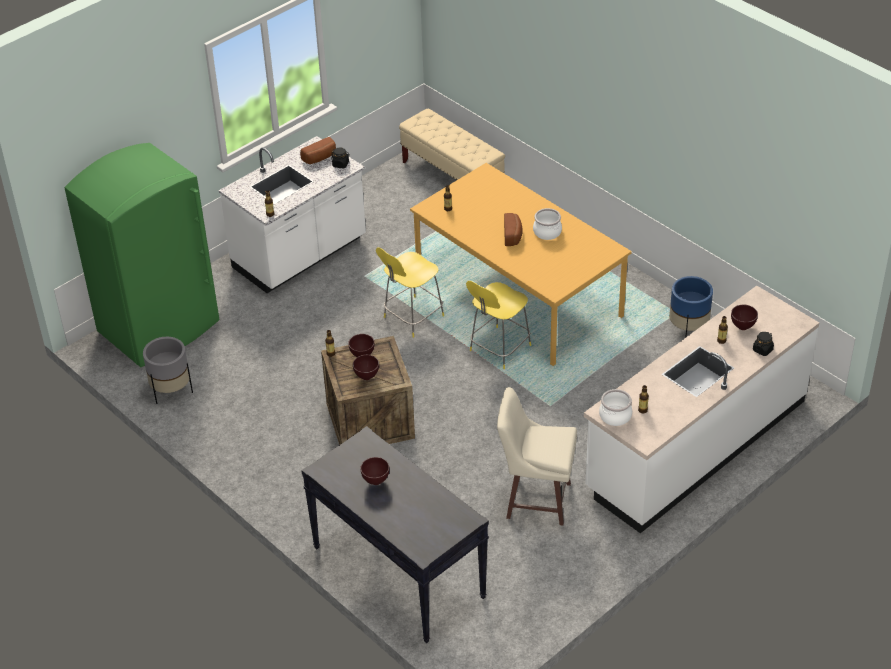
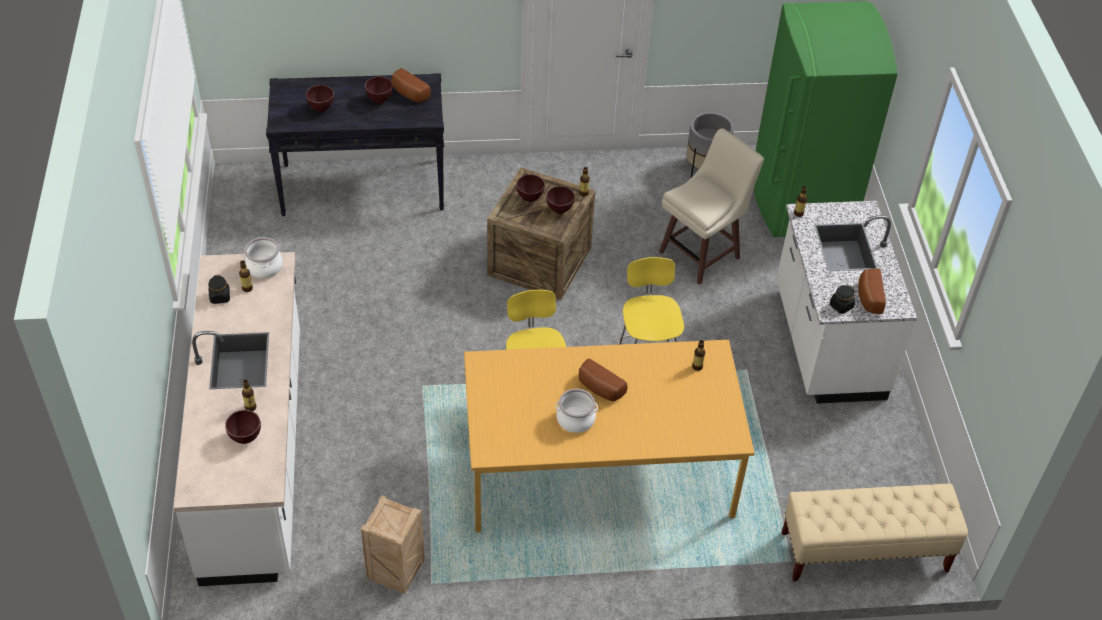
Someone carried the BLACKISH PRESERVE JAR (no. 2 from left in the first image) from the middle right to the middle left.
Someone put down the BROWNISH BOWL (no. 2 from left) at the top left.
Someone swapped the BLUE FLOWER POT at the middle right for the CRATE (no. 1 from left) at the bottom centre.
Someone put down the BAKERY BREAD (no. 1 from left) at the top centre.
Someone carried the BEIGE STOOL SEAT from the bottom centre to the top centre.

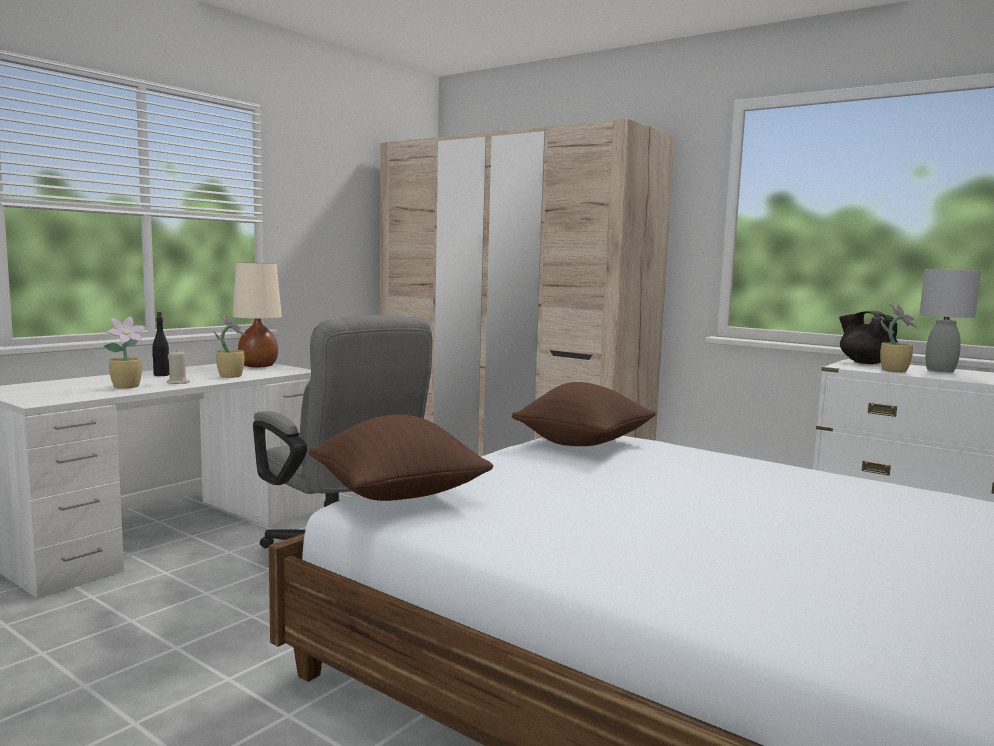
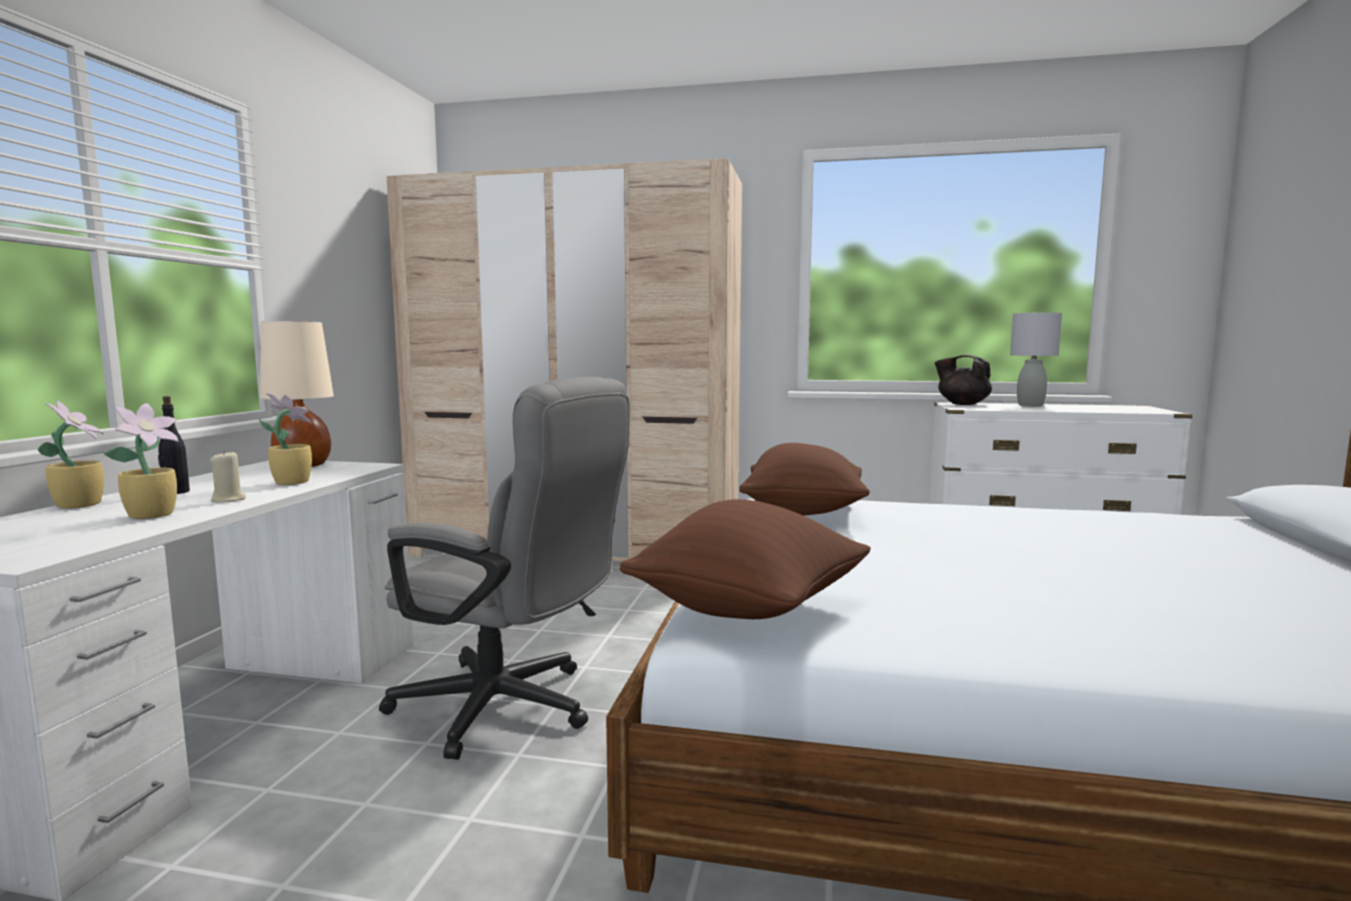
Someone carried the POTTED PLANT (no. 3 from left in the first image) from the middle right to the middle left.

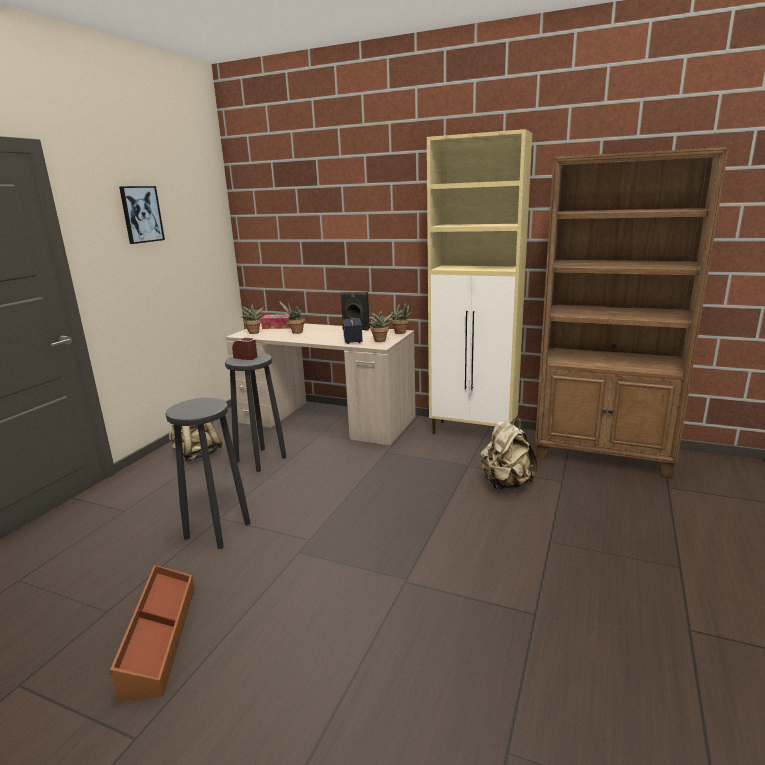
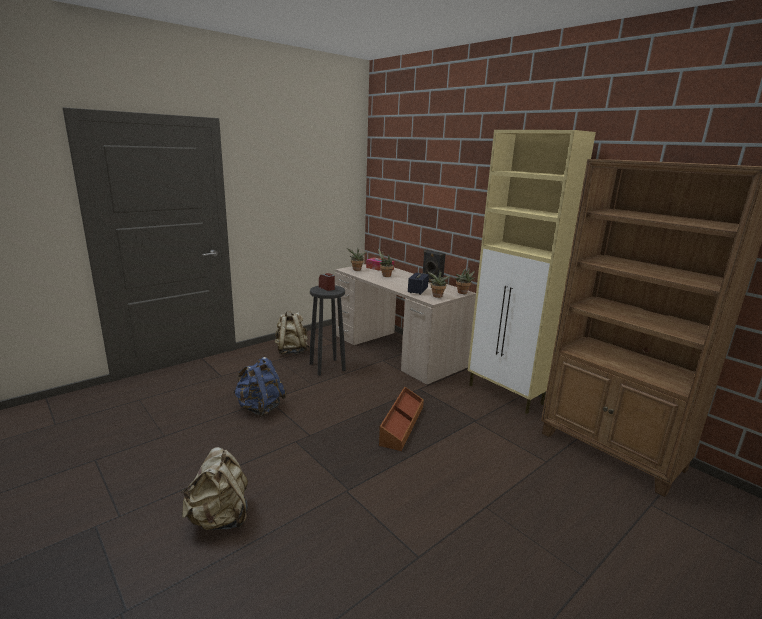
Someone carried the BEIGE RUCKSACK (no. 2 from left in the first image) from the centre to the bottom left.
Someone swapped the BLACKISH STOOL SEAT (no. 1 from left) at the middle left for the BLUE RUCKSACK at the centre.
Someone carried the BROWNISH STORAGE BOX from the bottom left to the bottom centre.
Someone took away the WALL ART at the top left.

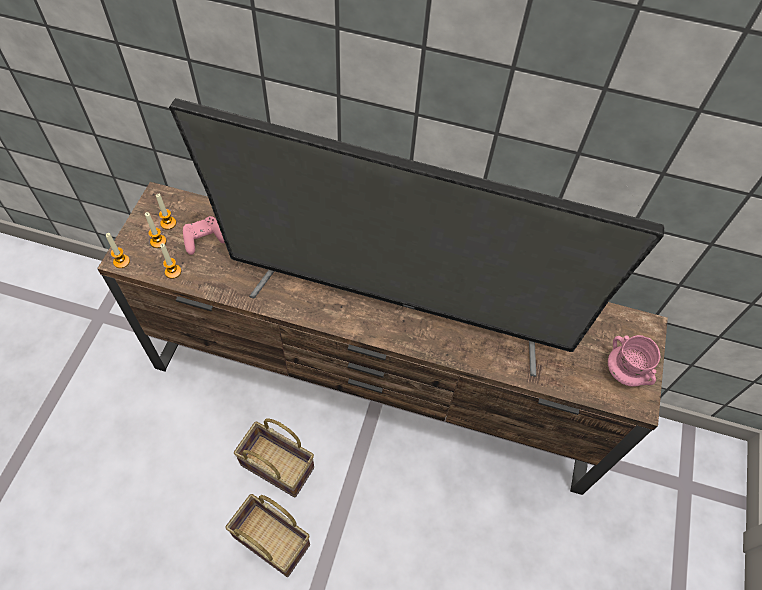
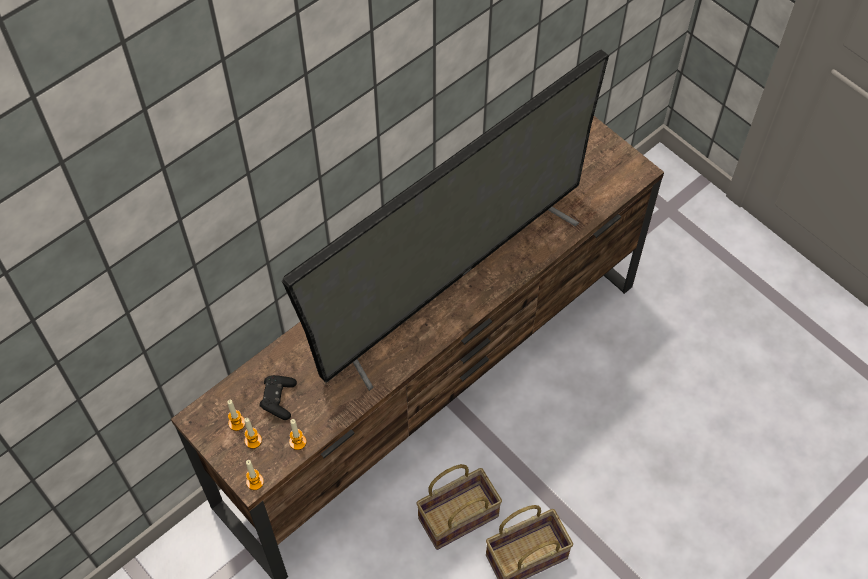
Someone repainted the PINK-COLOURED JOYPAD at the middle left, which became the BLACKISH JOYPAD at the bottom left.
Someone took away the PINK-COLOURED TEA MUG at the middle right.

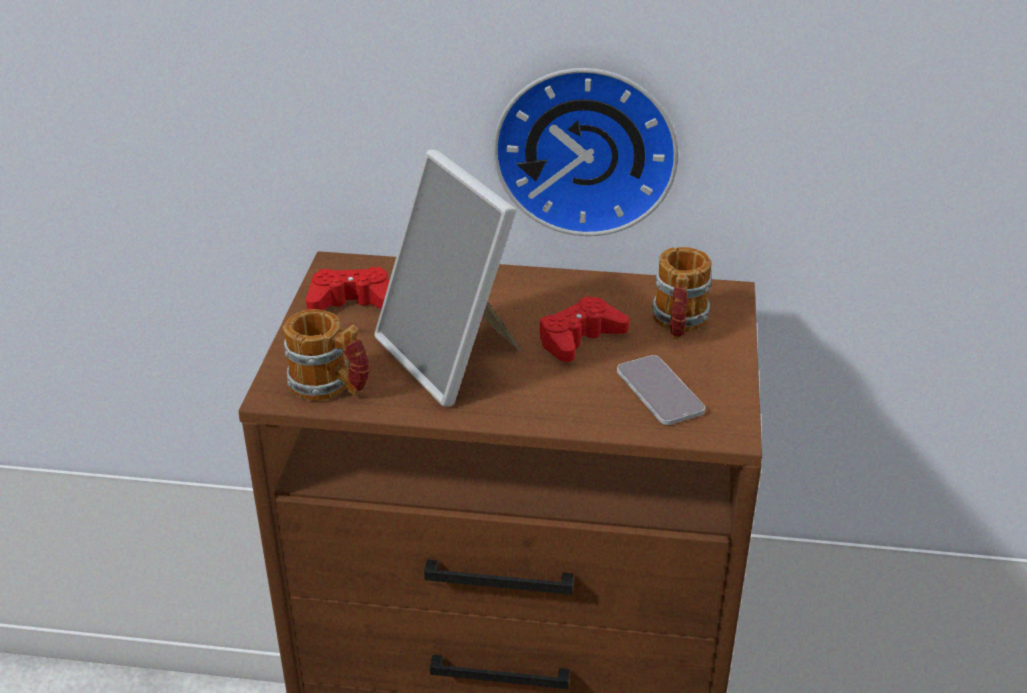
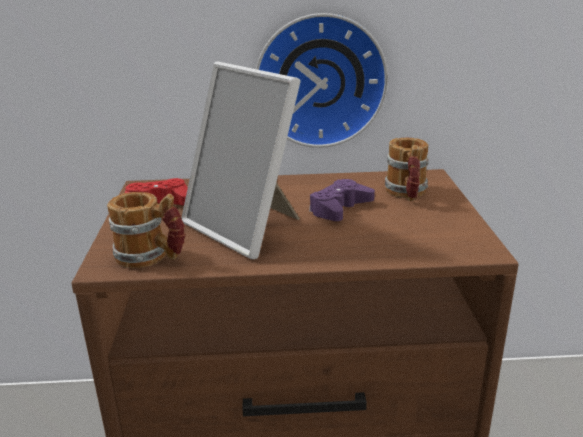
Someone repainted the REDDISH JOYPAD (no. 2 from left) at the centre, which became the PURPLE JOYPAD at the centre.
Someone took away the HANDSET at the centre.

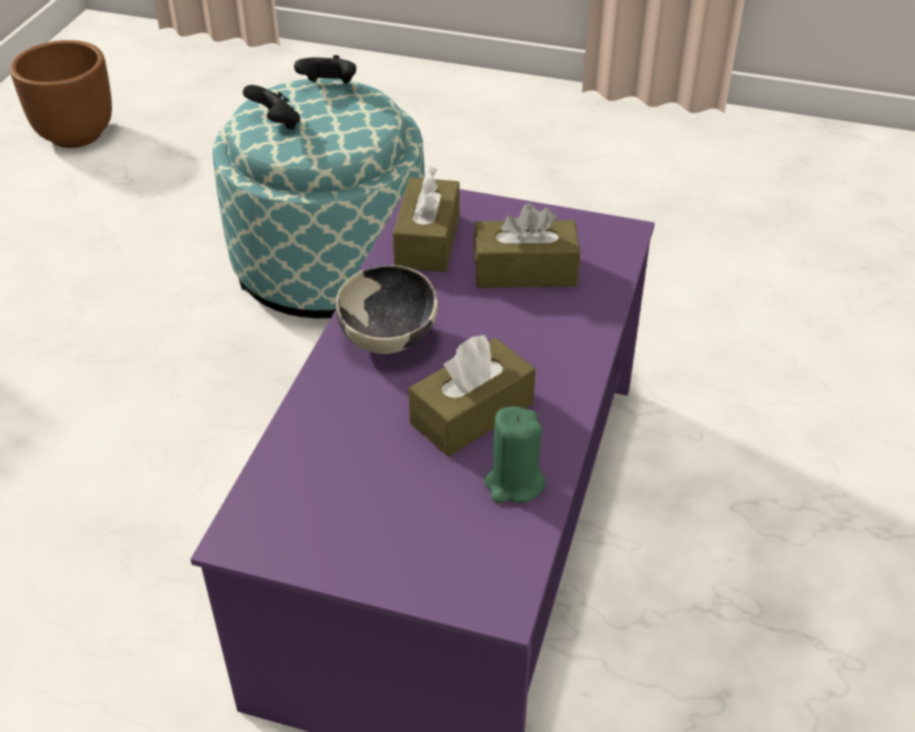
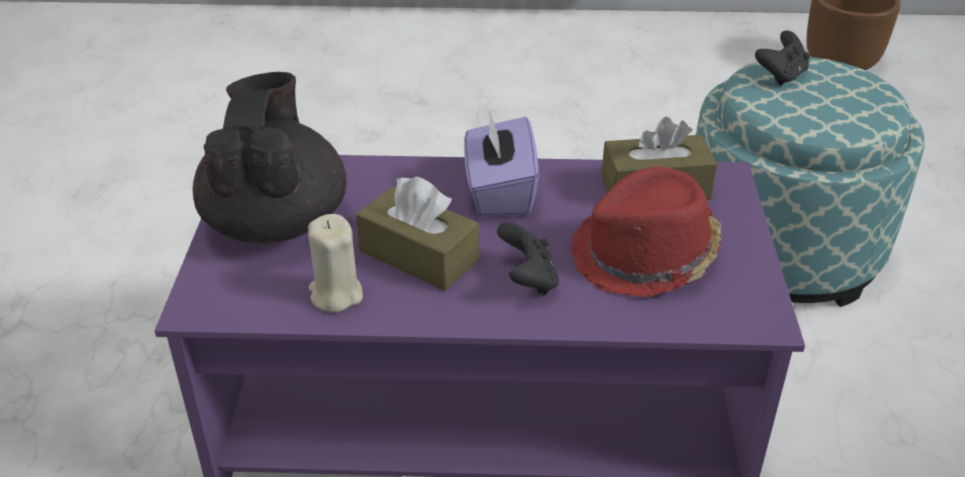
Someone put down the BLACKISH POT FOR TEA at the top left.
Someone repainted the GREENISH WAX CANDLE at the centre, which became the BEIGE WAX CANDLE at the centre.
Someone swapped the BOWL at the centre for the PURPLE TISSUE BOX at the centre.
Someone carried the BLACKISH JOYPAD (no. 2 from left in the first image) from the top centre to the centre.
Someone swapped the BROWNISH TISSUE BOX (no. 3 from left) at the centre for the REDDISH CLOTHING HAT at the middle right.

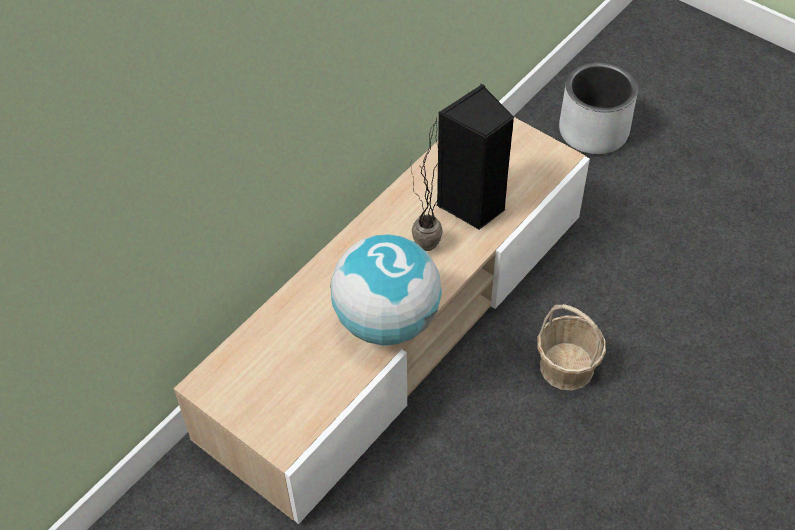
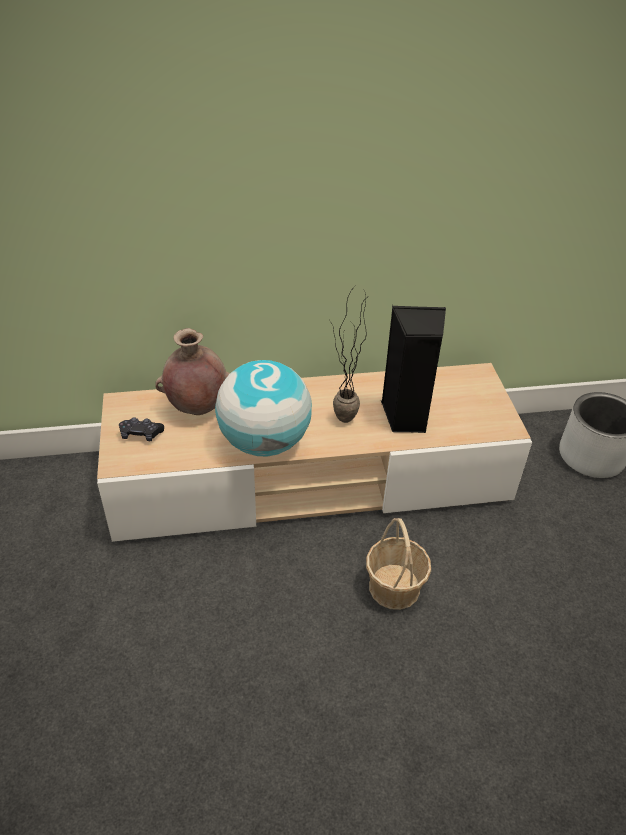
Someone put down the BLACKISH JOYPAD at the middle left.
Someone put down the BROWNISH DECORATIVE VASE at the middle left.

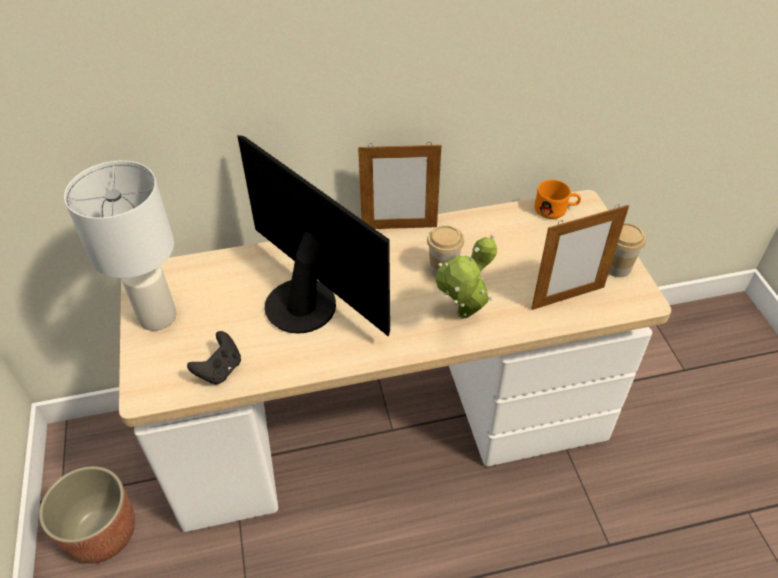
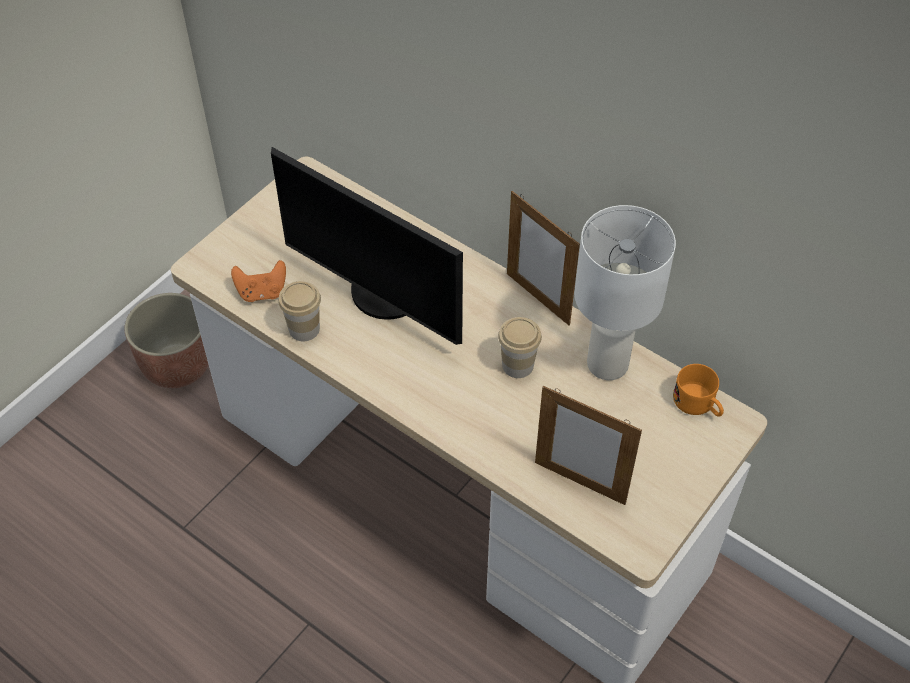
Someone repainted the BLACKISH JOYPAD at the middle left, which became the ORANGEY JOYPAD at the middle left.
Someone rotated the COMPUTER SCREEN at the centre by 120 degrees clockwise.
Someone carried the DRINKING CUP (no. 2 from left in the first image) from the middle right to the middle left.
Someone carried the WHITISH LAMP FOR A TABLE from the middle left to the middle right.
Someone took away the POTTED PLANT at the centre.

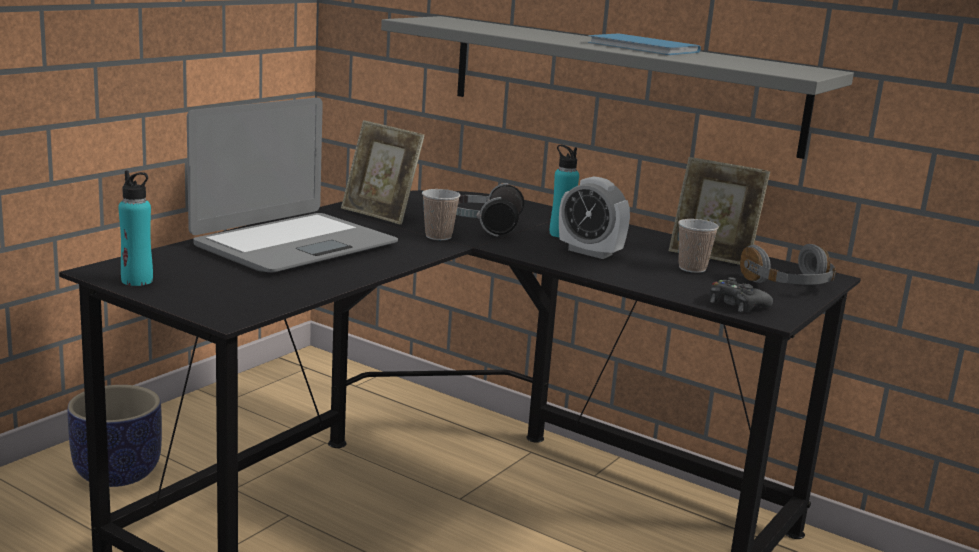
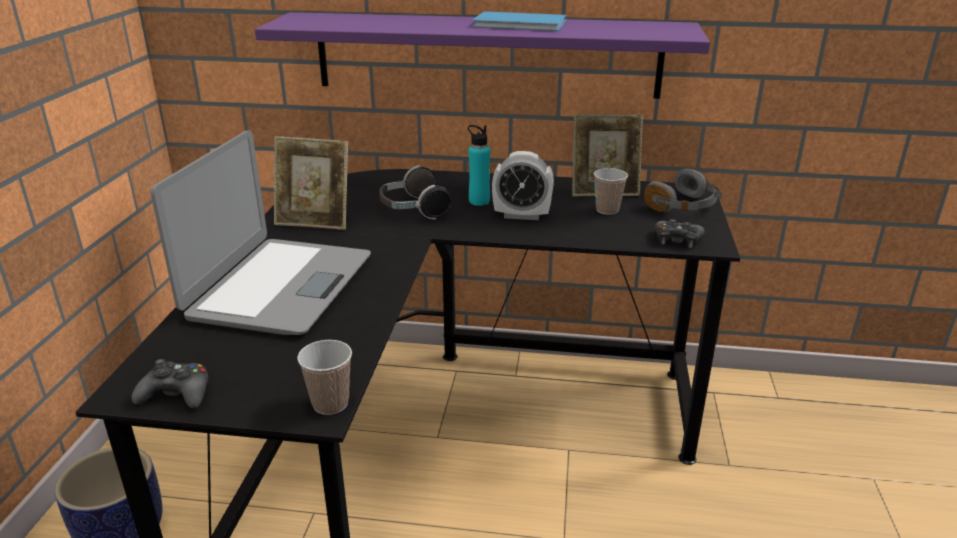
Someone swapped the TURQUOISE-COLOURED BOTTLE (no. 1 from left) at the middle left for the BLACKISH JOYPAD (no. 1 from left) at the bottom left.
Someone repainted the GRAY WALL SHELF at the top centre, which became the PURPLE WALL SHELF at the top centre.
Someone carried the DRINKING CUP (no. 1 from left) from the centre to the bottom centre.

